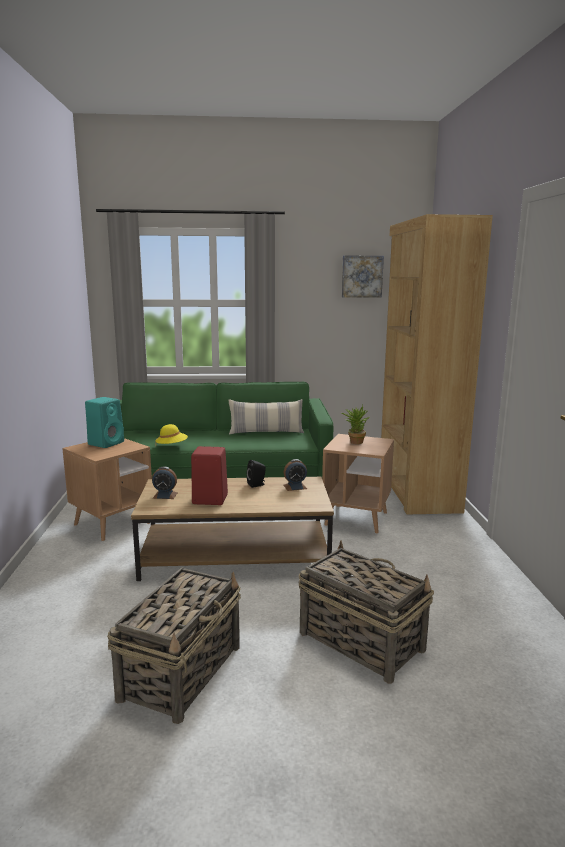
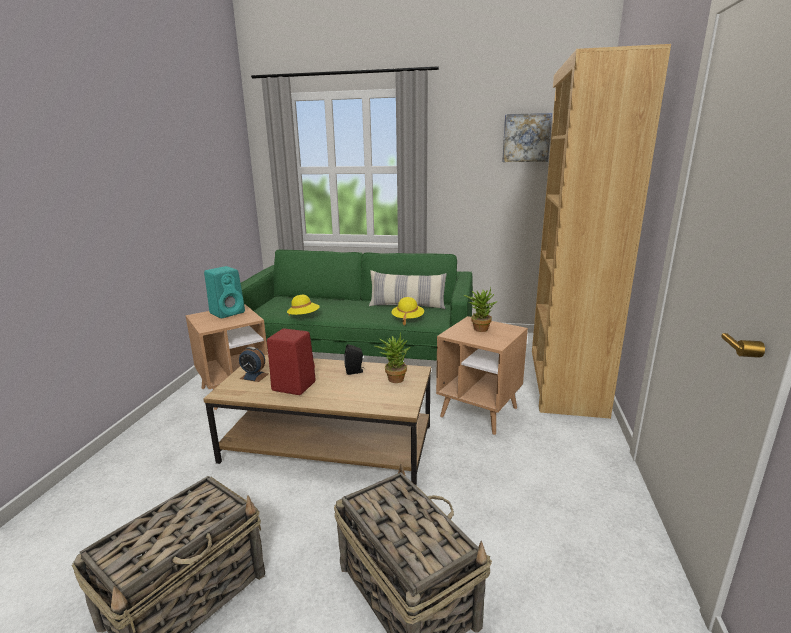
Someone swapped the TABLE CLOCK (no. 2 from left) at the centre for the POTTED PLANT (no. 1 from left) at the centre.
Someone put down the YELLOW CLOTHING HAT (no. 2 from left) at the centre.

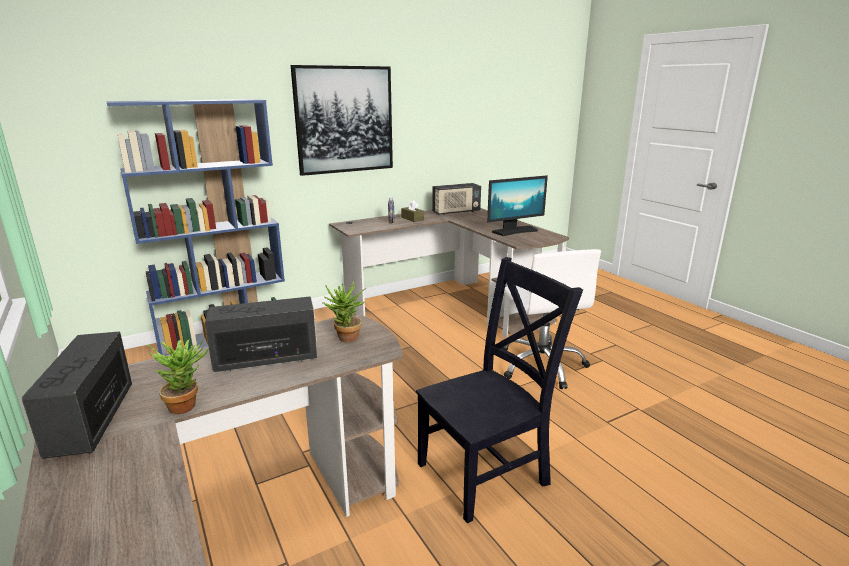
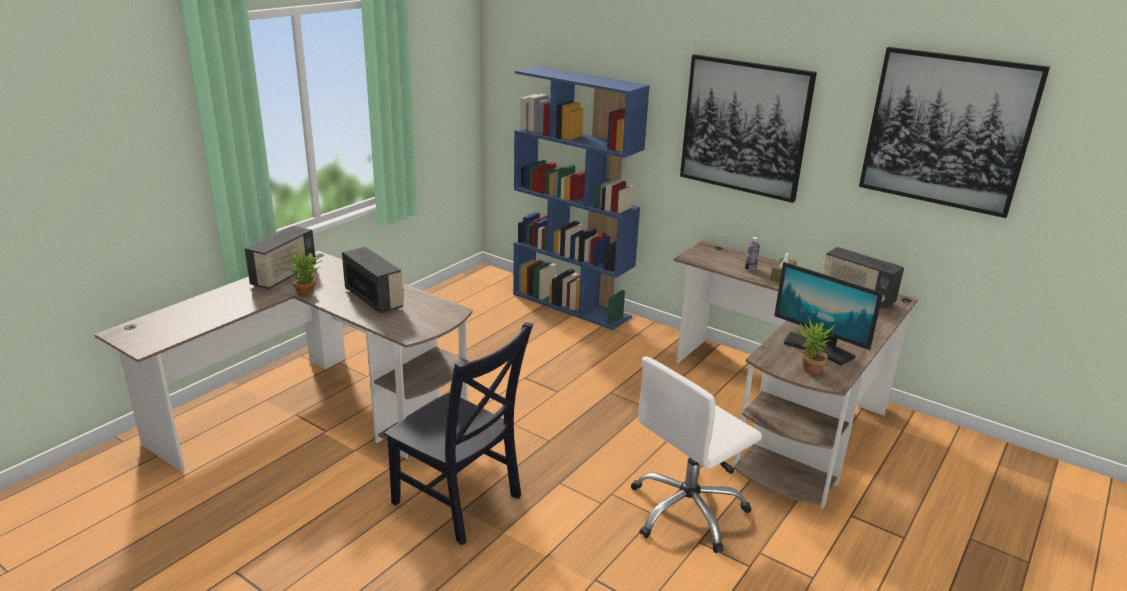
Someone rotated the RADIO SET (no. 1 from left) at the bottom left by 150 degrees clockwise.
Someone carried the POTTED PLANT (no. 2 from left) from the centre to the middle right.
Someone put up the WALL ART (no. 2 from left) at the top right.

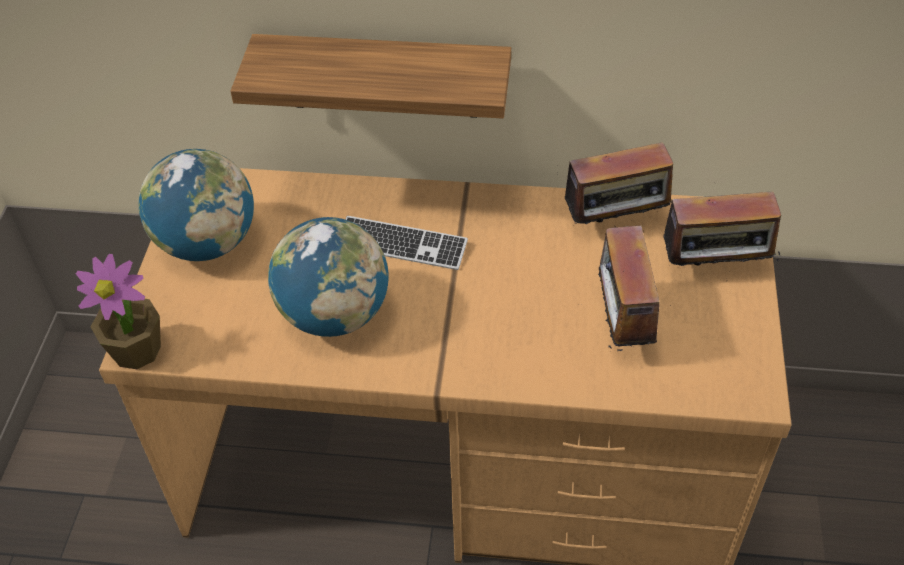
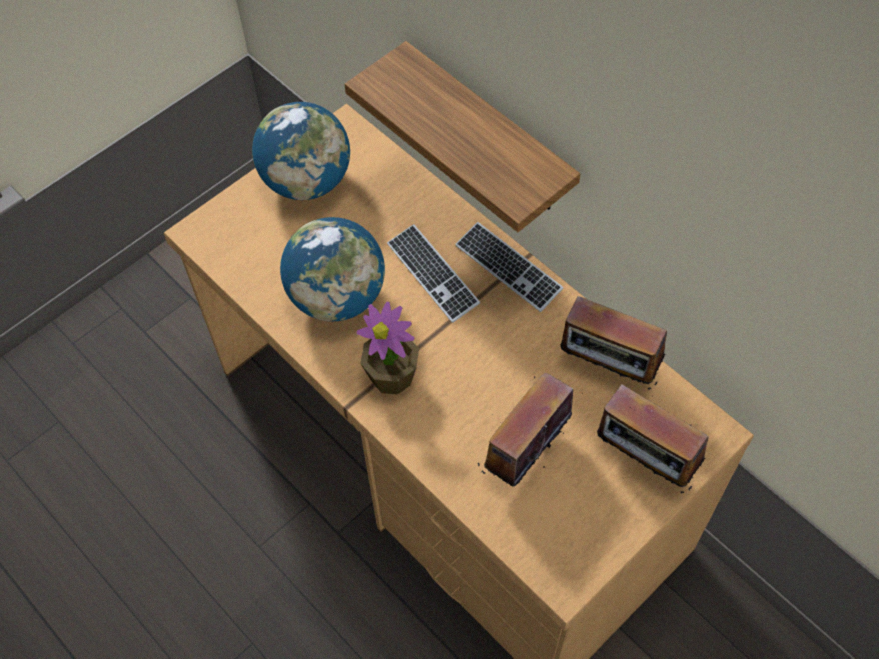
Someone carried the POTTED PLANT from the middle left to the centre.
Someone put down the COMPUTER KEYBOARD (no. 2 from left) at the centre.

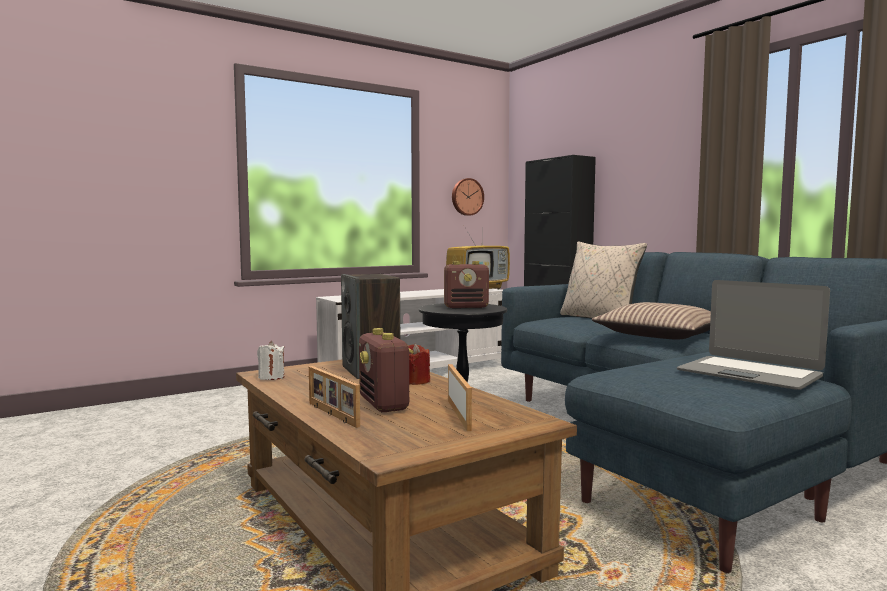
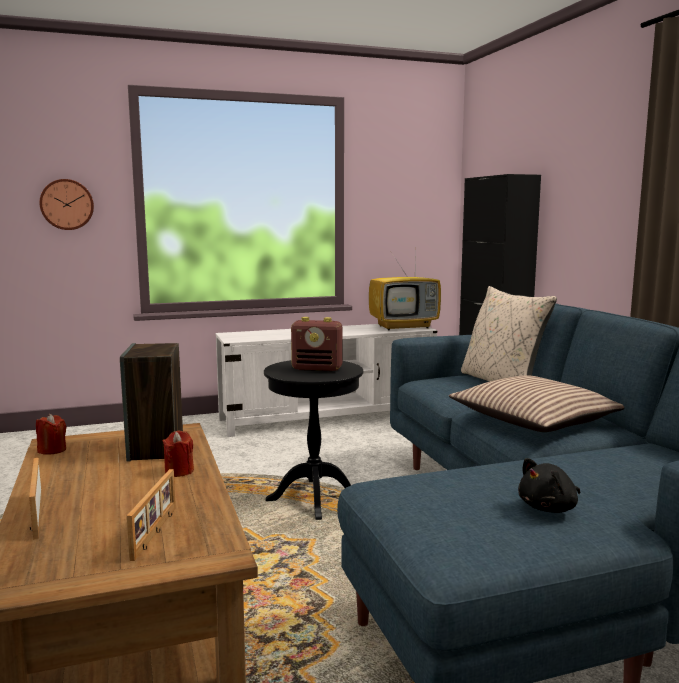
Someone repainted the WHITISH WAX CANDLE at the middle left, which became the REDDISH WAX CANDLE (no. 1 from left) at the middle left.
Someone carried the WALL CLOCK from the centre to the top left.
Someone swapped the PORTABLE COMPUTER at the middle right for the BLACKISH PLUSH TOY at the bottom right.
Someone took away the RADIO SET (no. 1 from left) at the centre.

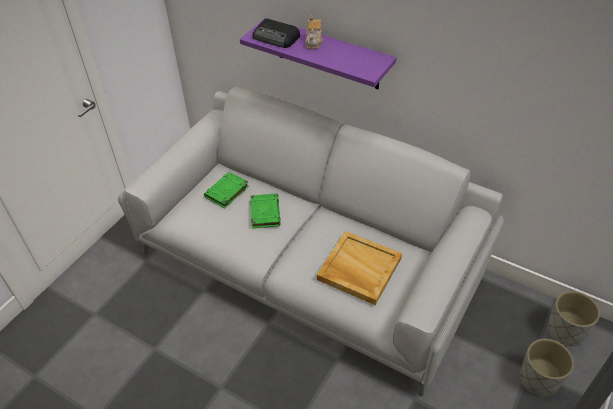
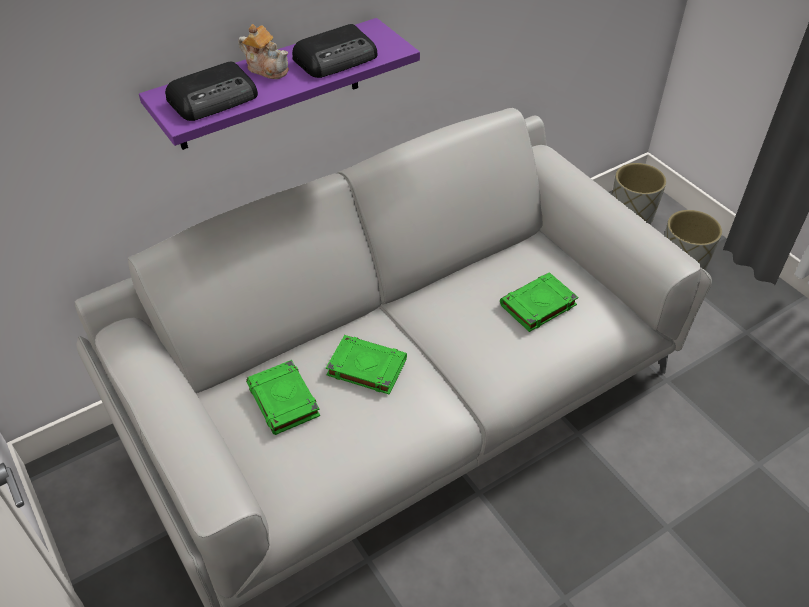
Someone put down the RADIO SET (no. 2 from left) at the top centre.
Someone swapped the BEIGE TRAY at the centre for the GREENISH VOLUME (no. 3 from left) at the centre.

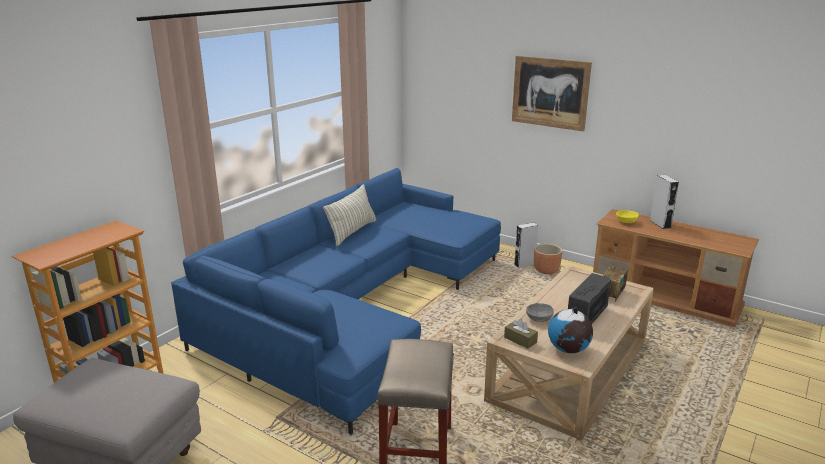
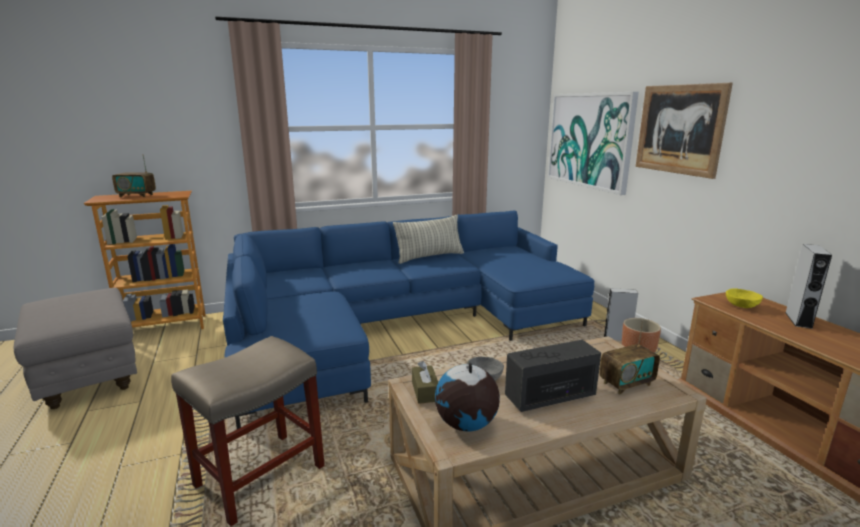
Someone put down the RADIO SET (no. 1 from left) at the top left.
Someone put up the WALL ART (no. 1 from left) at the top right.

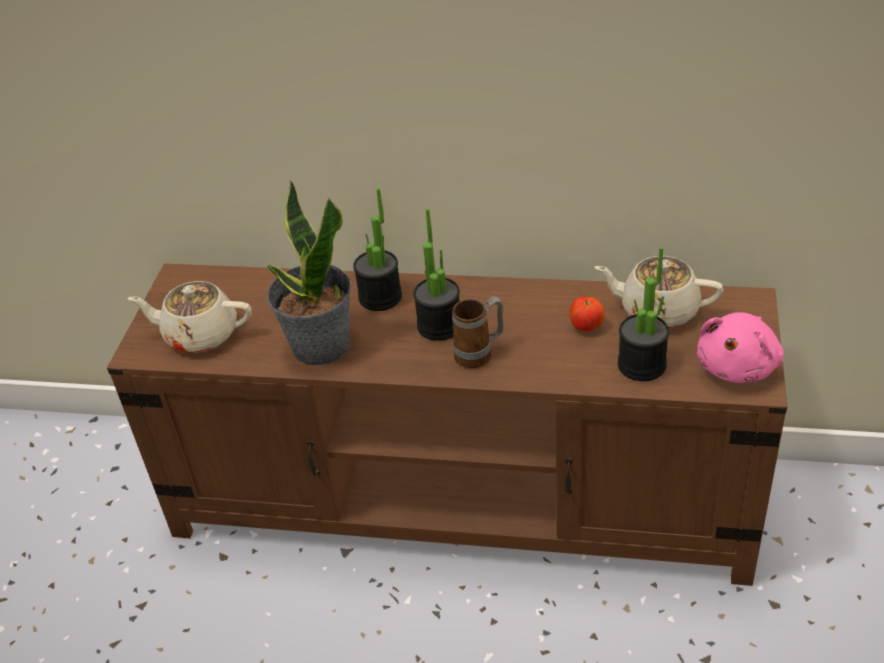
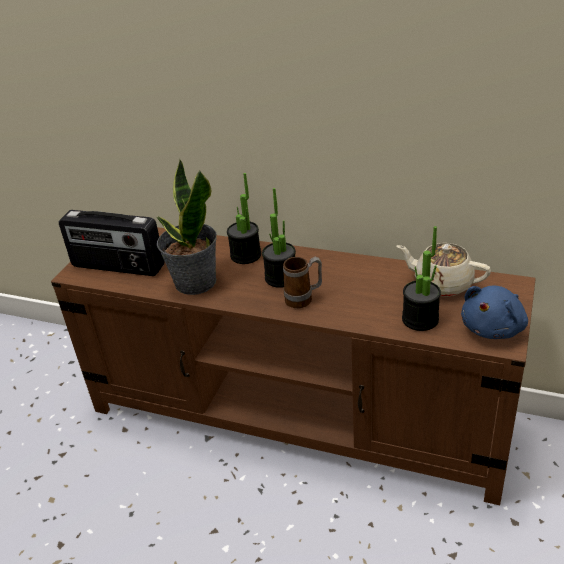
Someone swapped the BEIGE POT FOR TEA (no. 1 from left) at the middle left for the RADIO SET at the middle left.
Someone repainted the PINK-COLOURED PLUSH TOY at the middle right, which became the BLUE PLUSH TOY at the middle right.
Someone took away the APPLE at the centre.

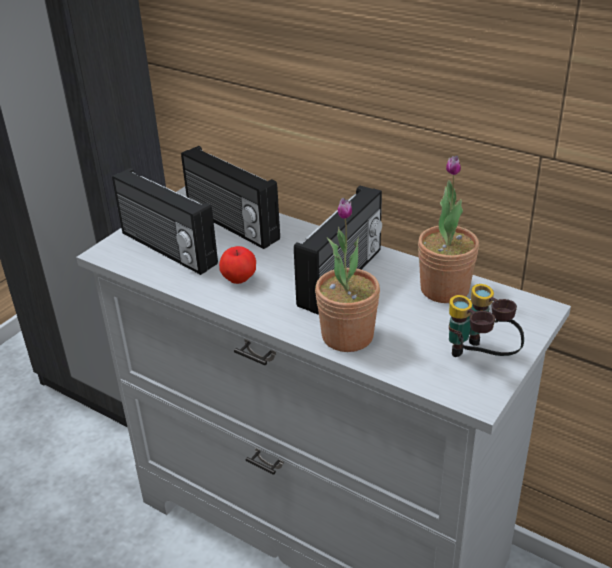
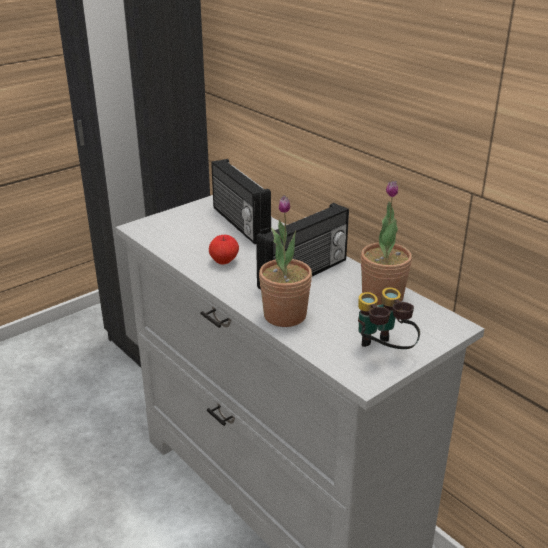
Someone took away the RADIO SET (no. 1 from left) at the middle left.

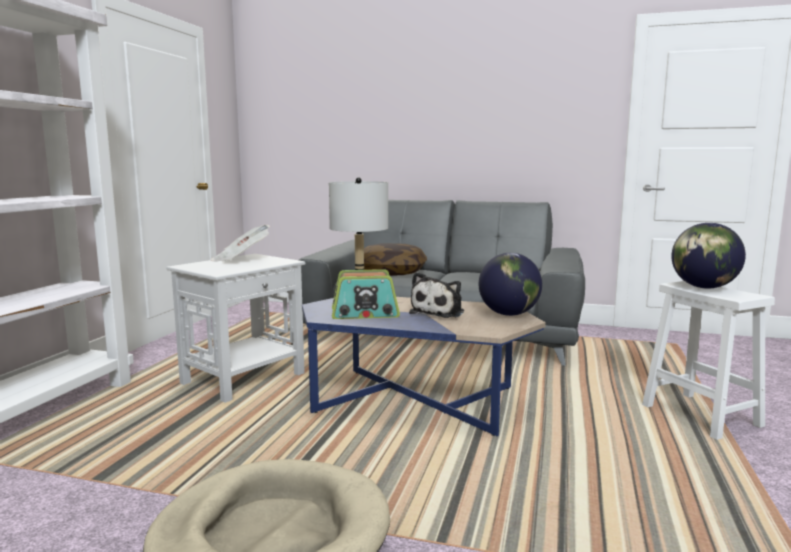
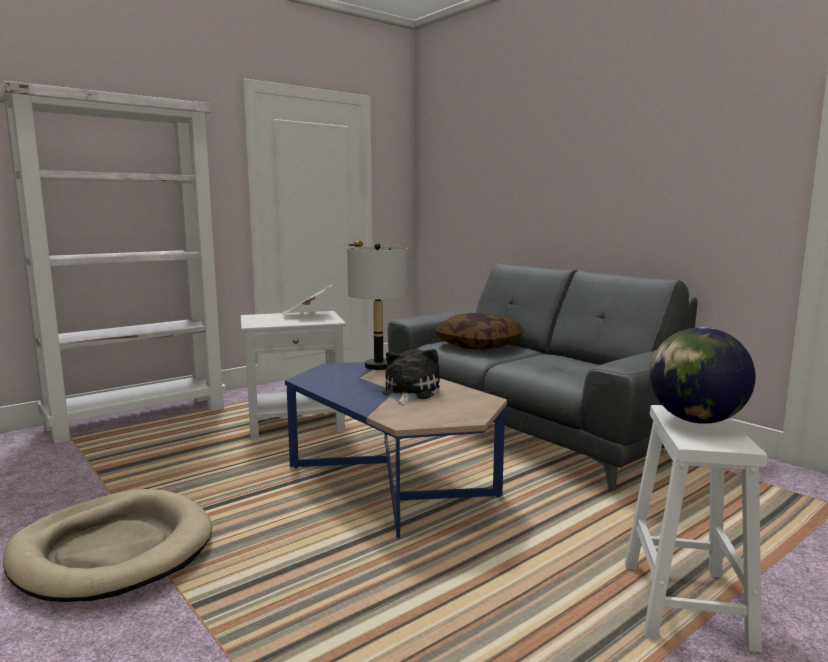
Someone rotated the PLUSH TOY at the centre by 135 degrees clockwise.
Someone took away the RADIO SET at the centre.
Someone took away the WORLD GLOBE (no. 1 from left) at the centre.

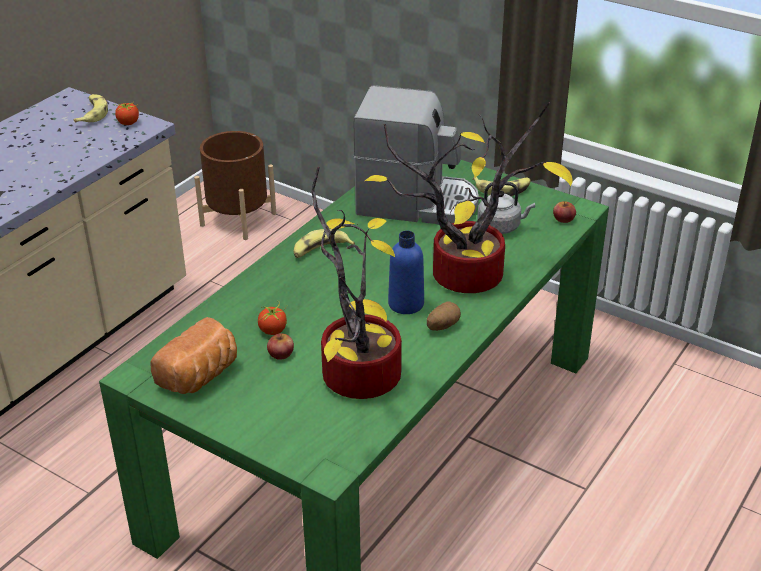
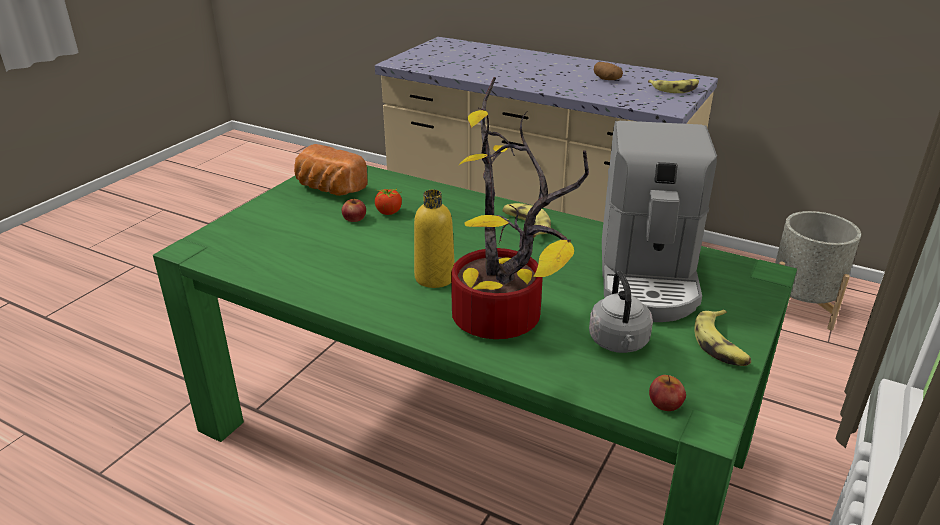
Someone repainted the BLUE BOTTLE at the centre, which became the YELLOW BOTTLE at the centre.
Someone carried the WHOLE POTATO from the centre to the top centre.
Someone repainted the BROWNISH FLOWER POT at the top left, which became the GRAY FLOWER POT at the middle right.
Someone took away the FRESH TOMATO (no. 1 from left) at the top left.
Someone took away the POTTED PLANT (no. 1 from left) at the centre.

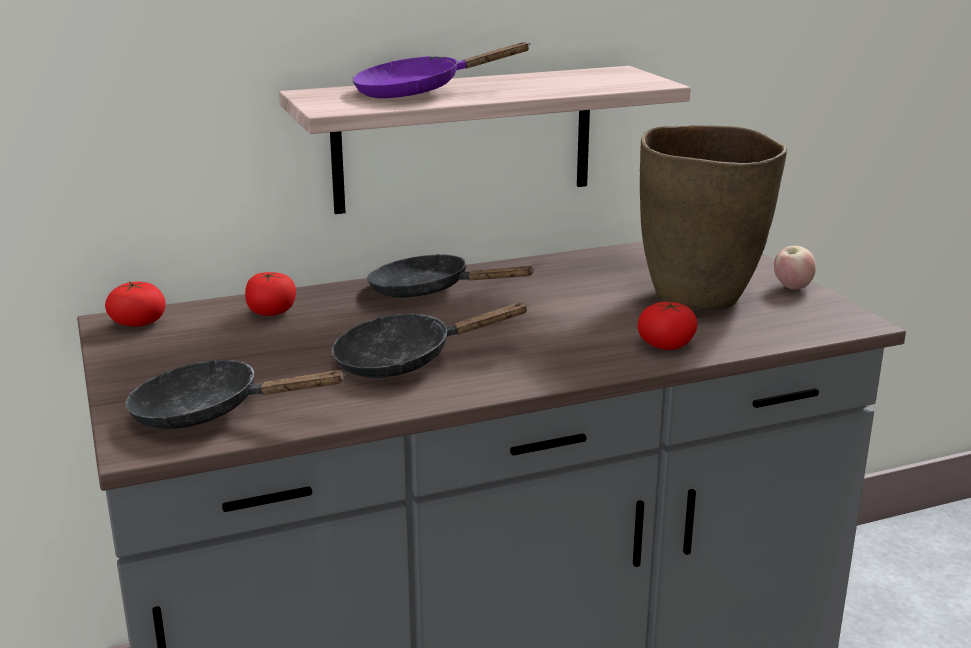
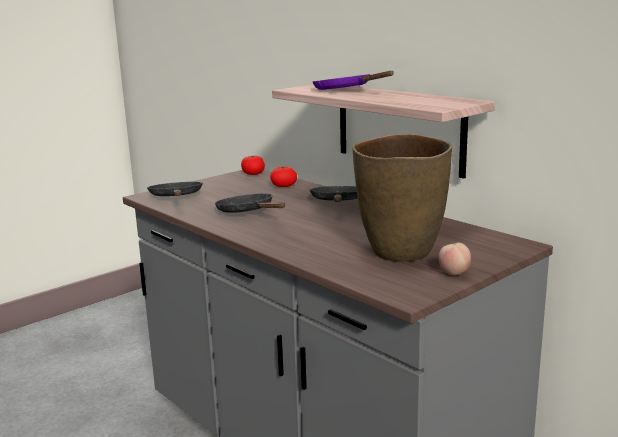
Someone took away the FRESH TOMATO (no. 3 from left) at the middle right.

